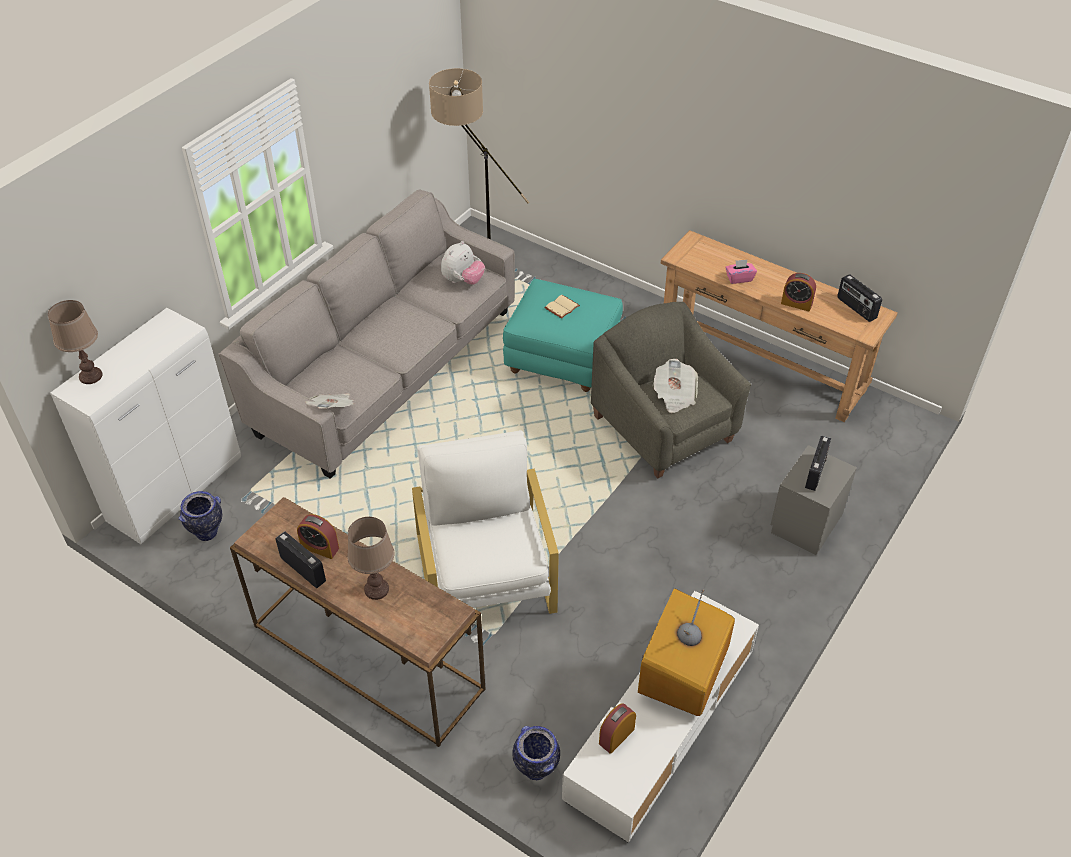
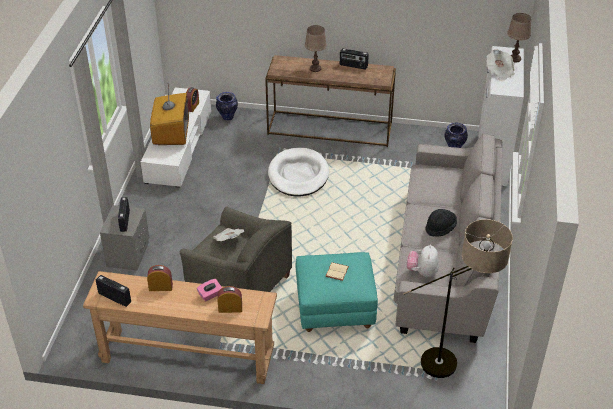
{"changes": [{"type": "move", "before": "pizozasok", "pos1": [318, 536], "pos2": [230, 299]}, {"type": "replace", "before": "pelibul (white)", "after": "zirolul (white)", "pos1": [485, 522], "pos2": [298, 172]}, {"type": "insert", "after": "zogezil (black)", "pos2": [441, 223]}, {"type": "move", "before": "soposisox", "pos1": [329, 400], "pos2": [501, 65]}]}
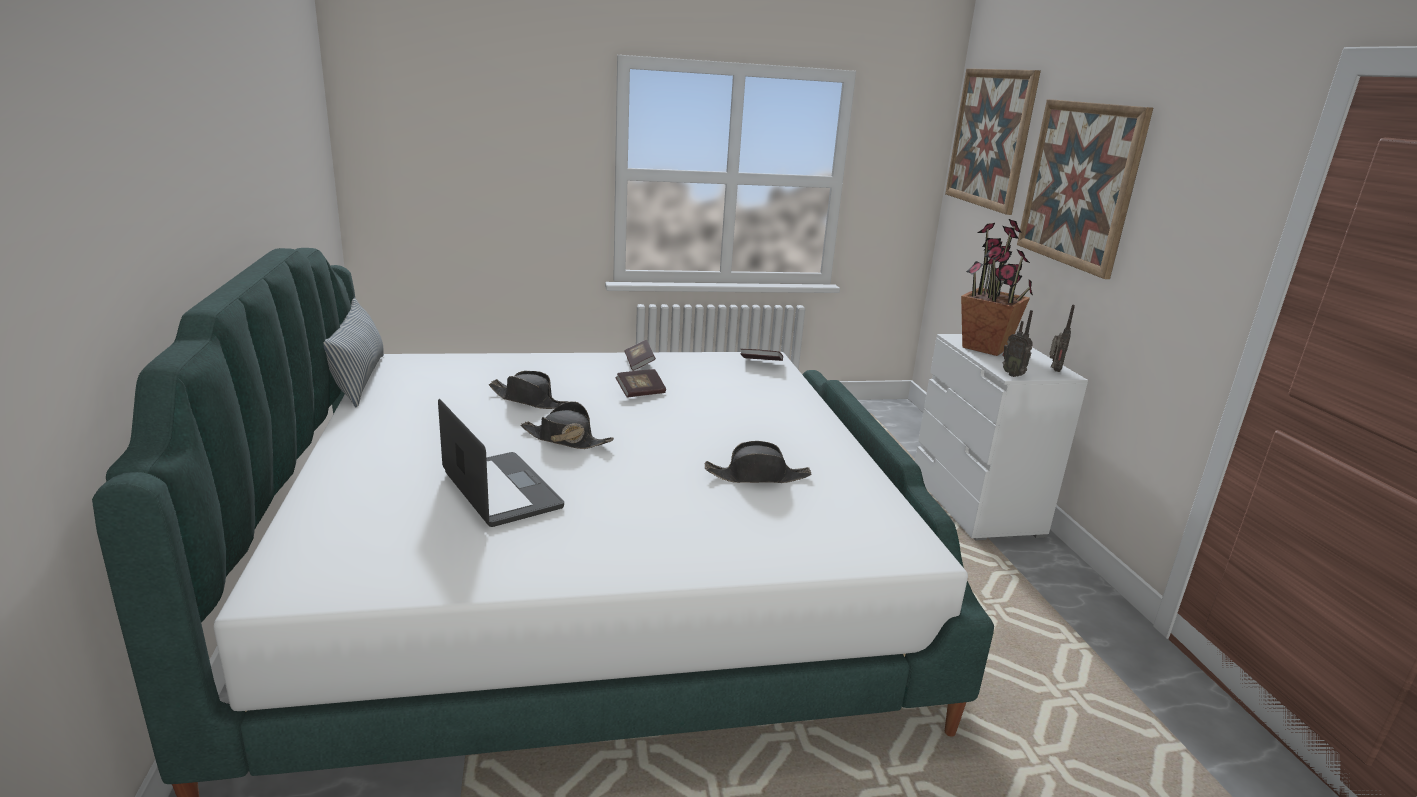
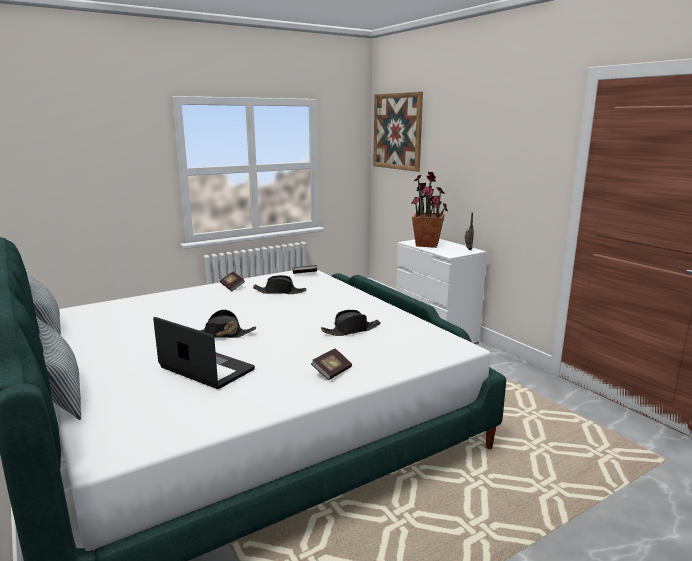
{"changes": [{"type": "insert", "after": "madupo", "pos2": [58, 368]}, {"type": "move", "before": "zogezil (black)", "pos1": [528, 390], "pos2": [279, 284]}, {"type": "move", "before": "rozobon", "pos1": [640, 383], "pos2": [331, 364]}, {"type": "delete", "before": "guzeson", "pos1": [1017, 343]}, {"type": "delete", "before": "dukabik", "pos1": [1085, 189]}]}
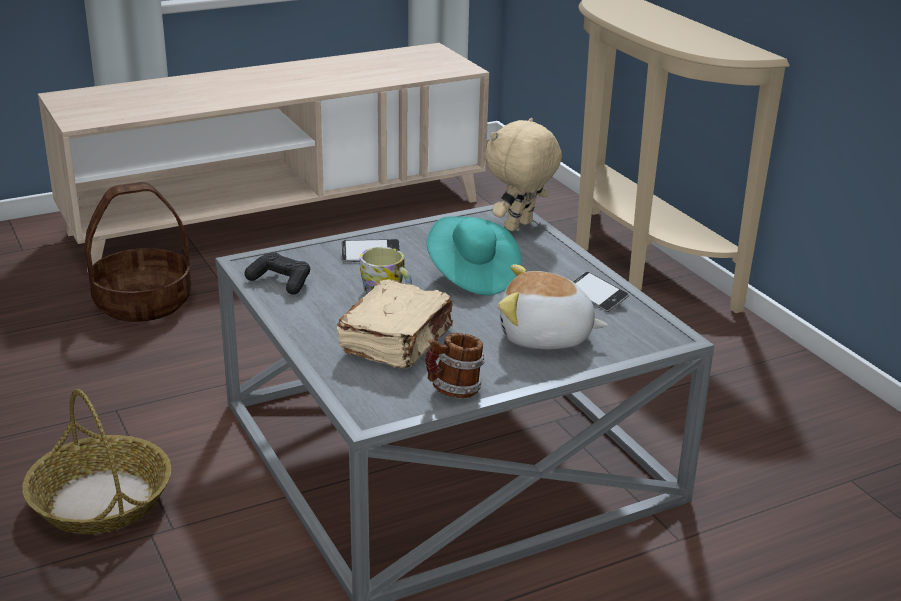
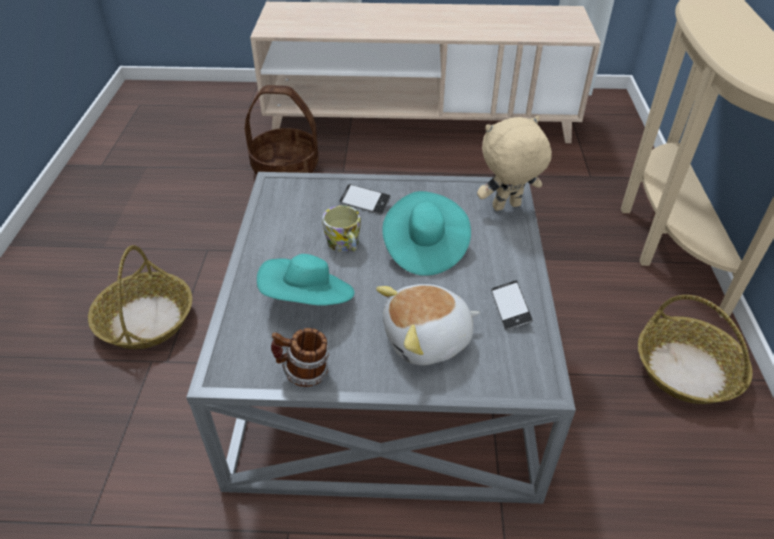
{"changes": [{"type": "replace", "before": "rozobon (beige)", "after": "zogezil (turquoise)", "pos1": [395, 323], "pos2": [305, 280]}, {"type": "rotate", "before": "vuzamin", "pos1": [553, 307], "pos2": [428, 325], "turn": -60}, {"type": "insert", "after": "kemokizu", "pos2": [695, 349]}, {"type": "delete", "before": "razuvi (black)", "pos1": [277, 273]}]}
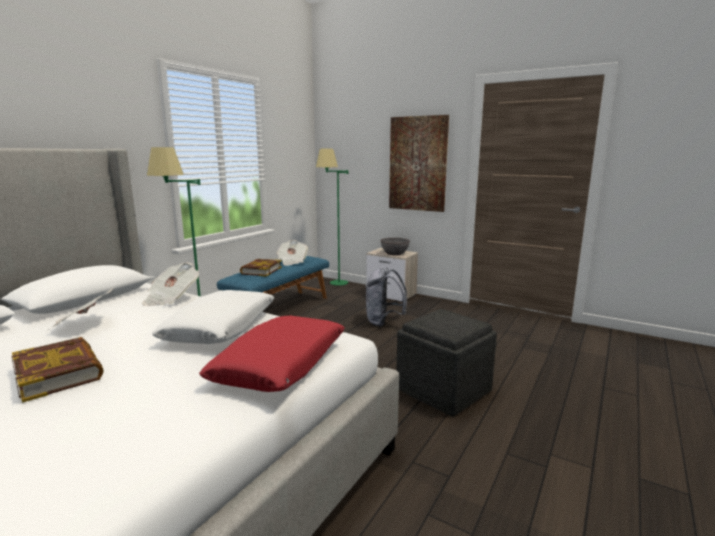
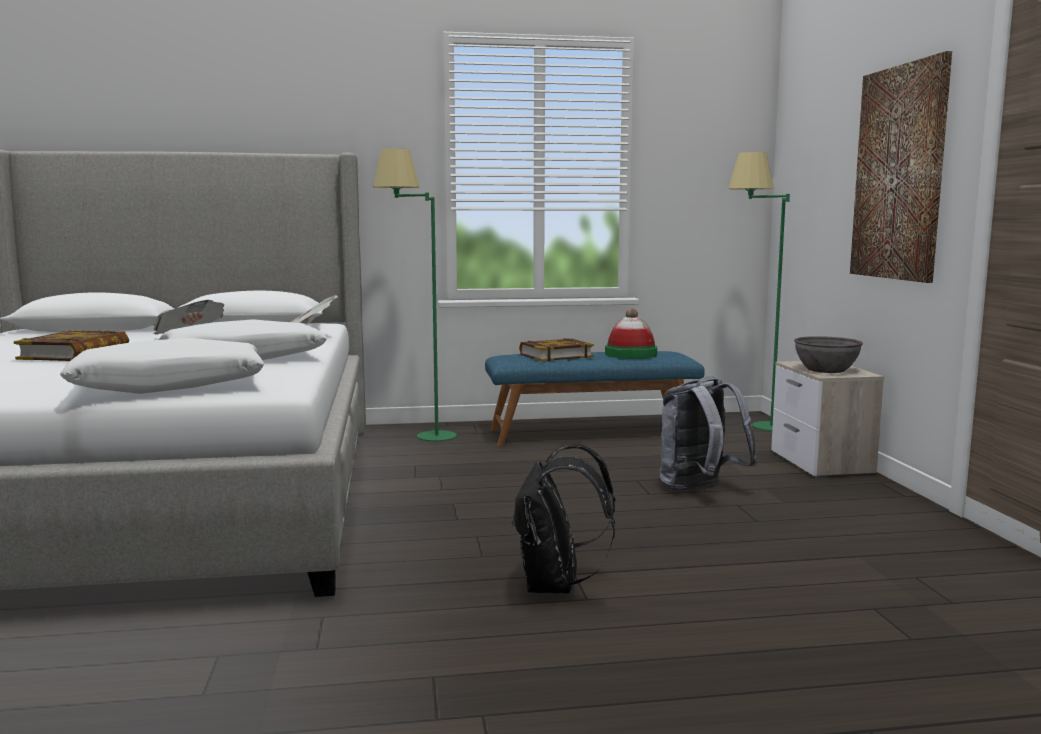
{"changes": [{"type": "recolor", "before": "madupo (red)", "after": "madupo (white)", "pos1": [272, 354], "pos2": [162, 366]}, {"type": "replace", "before": "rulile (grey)", "after": "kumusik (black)", "pos1": [447, 362], "pos2": [563, 519]}, {"type": "replace", "before": "soposisox", "after": "zogezil", "pos1": [292, 253], "pos2": [631, 333]}]}
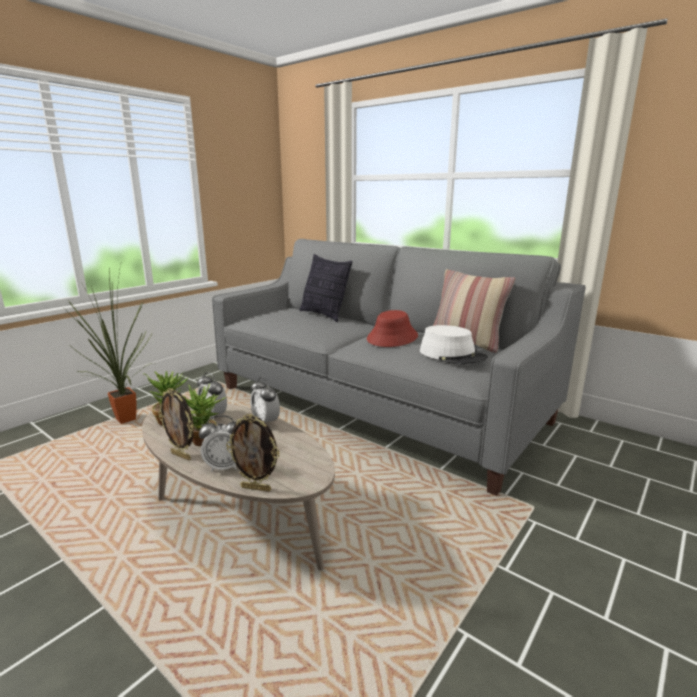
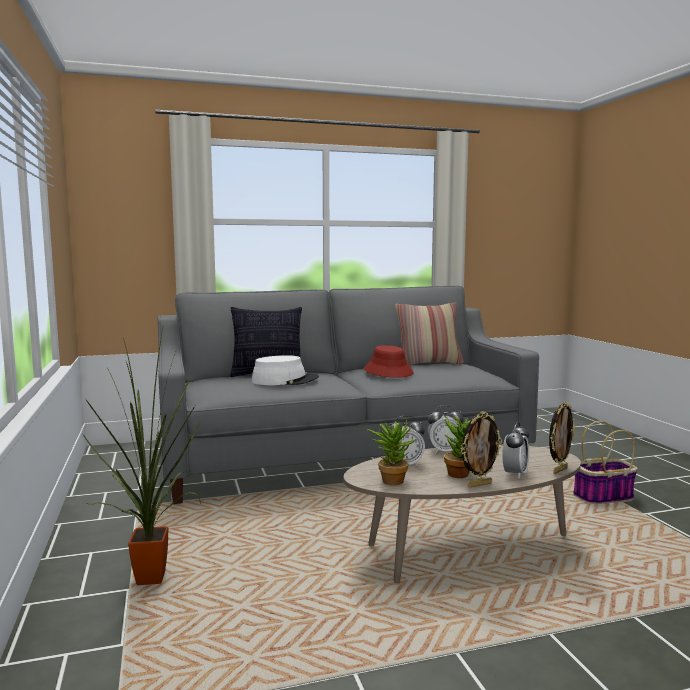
{"changes": [{"type": "move", "before": "zogezil (white)", "pos1": [454, 344], "pos2": [285, 370]}, {"type": "insert", "after": "kemokizu", "pos2": [605, 462]}]}
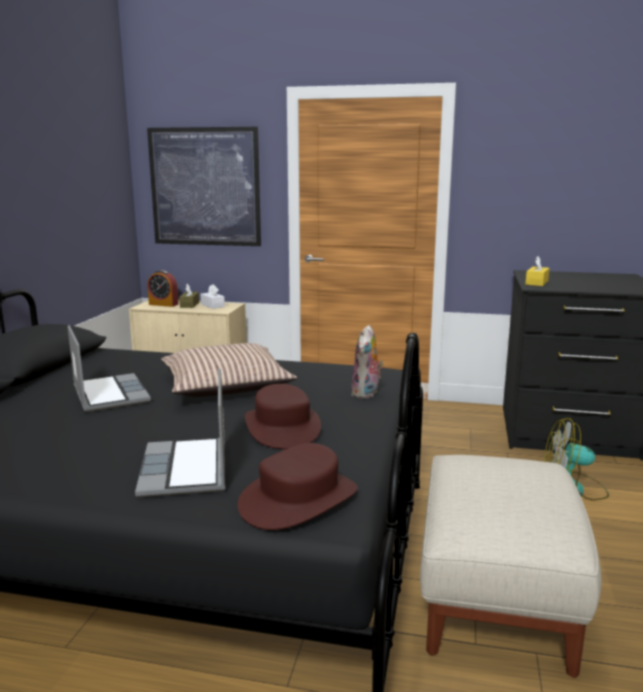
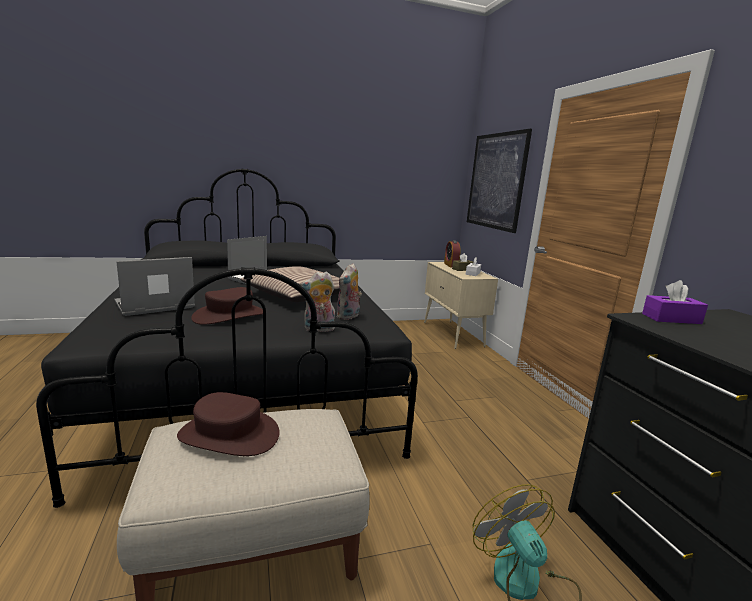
{"changes": [{"type": "move", "before": "zogezil (brown)", "pos1": [298, 486], "pos2": [228, 424]}, {"type": "insert", "after": "vuzamin", "pos2": [349, 291]}, {"type": "recolor", "before": "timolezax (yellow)", "after": "timolezax (purple)", "pos1": [537, 271], "pos2": [675, 302]}]}
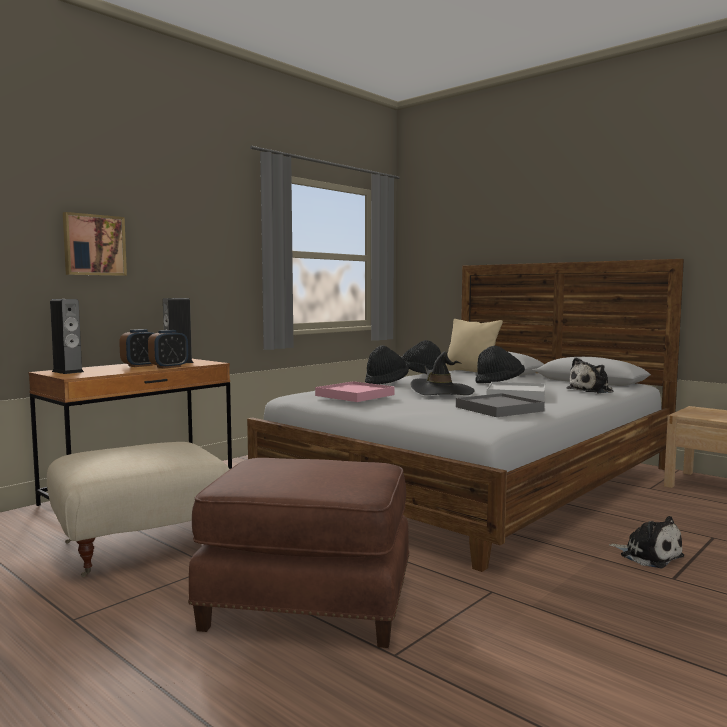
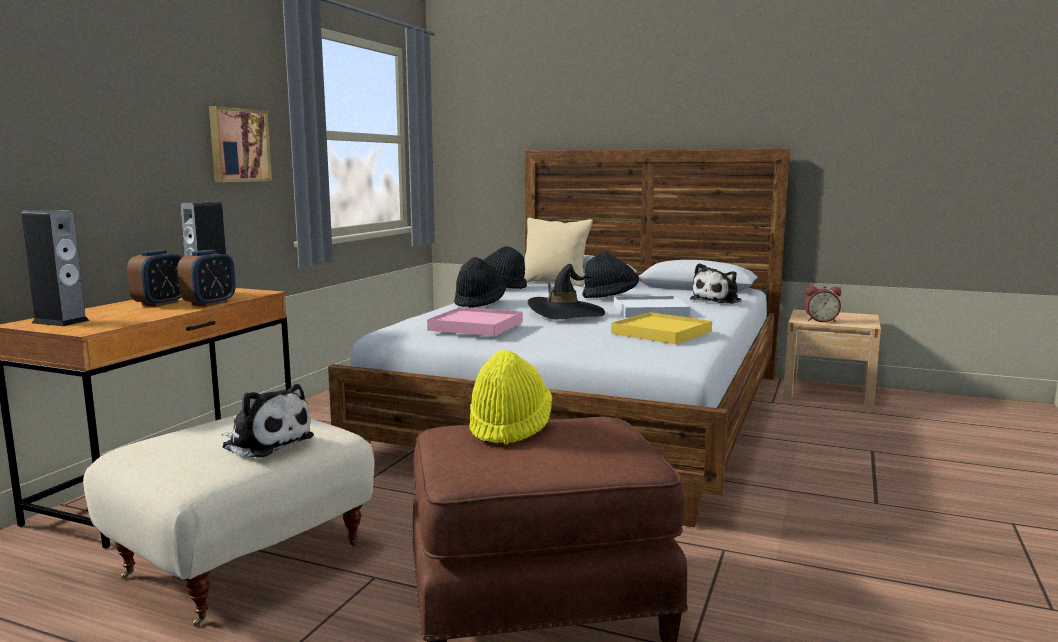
{"changes": [{"type": "move", "before": "dukabik", "pos1": [95, 244], "pos2": [240, 144]}, {"type": "move", "before": "vuzamin", "pos1": [646, 542], "pos2": [267, 420]}, {"type": "insert", "after": "zogezil (yellow)", "pos2": [511, 397]}, {"type": "recolor", "before": "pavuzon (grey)", "after": "pavuzon (yellow)", "pos1": [500, 405], "pos2": [661, 328]}, {"type": "insert", "after": "pizozasok", "pos2": [823, 304]}]}
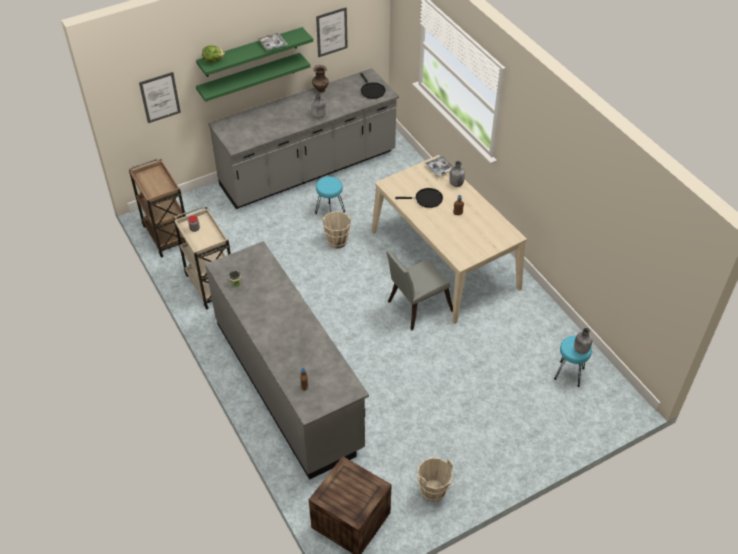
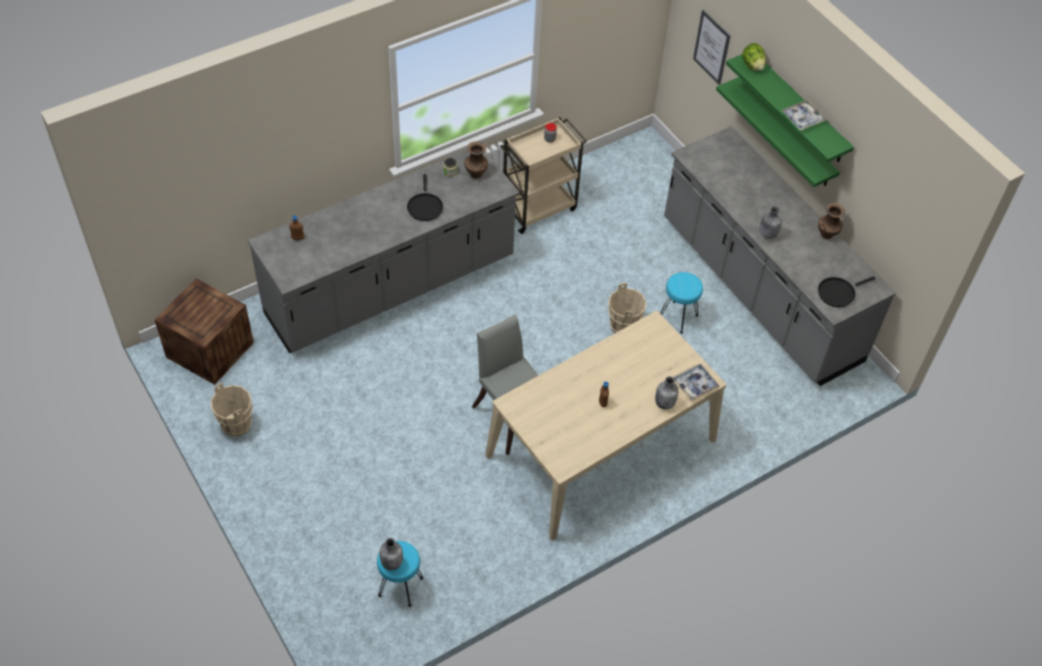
{"changes": [{"type": "move", "before": "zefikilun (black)", "pos1": [419, 198], "pos2": [425, 197]}, {"type": "insert", "after": "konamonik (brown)", "pos2": [476, 159]}, {"type": "delete", "before": "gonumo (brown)", "pos1": [157, 208]}, {"type": "delete", "before": "dukabik", "pos1": [332, 32]}]}
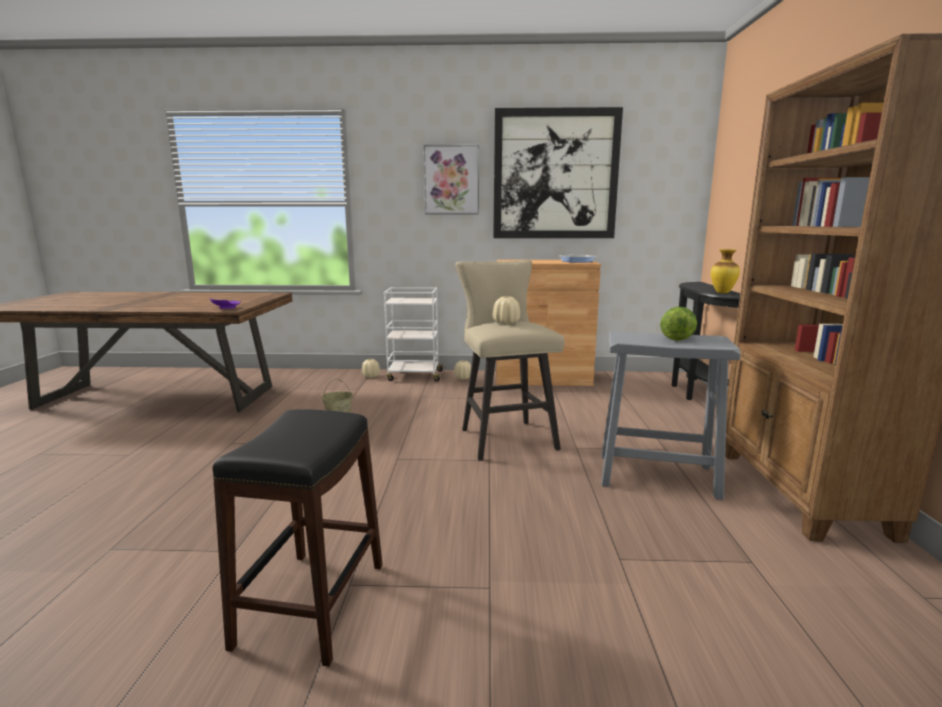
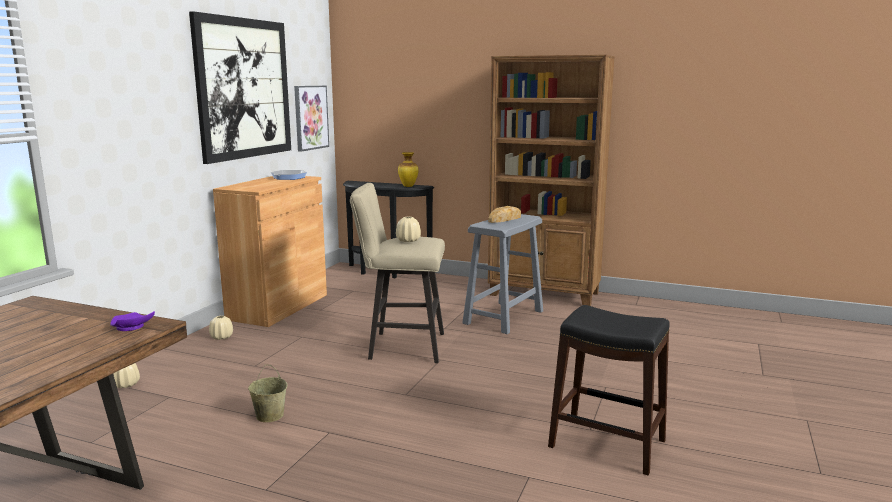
{"changes": [{"type": "move", "before": "dukabik", "pos1": [451, 179], "pos2": [311, 119]}, {"type": "replace", "before": "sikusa", "after": "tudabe", "pos1": [678, 324], "pos2": [504, 214]}, {"type": "delete", "before": "gonumo (white)", "pos1": [414, 334]}]}
